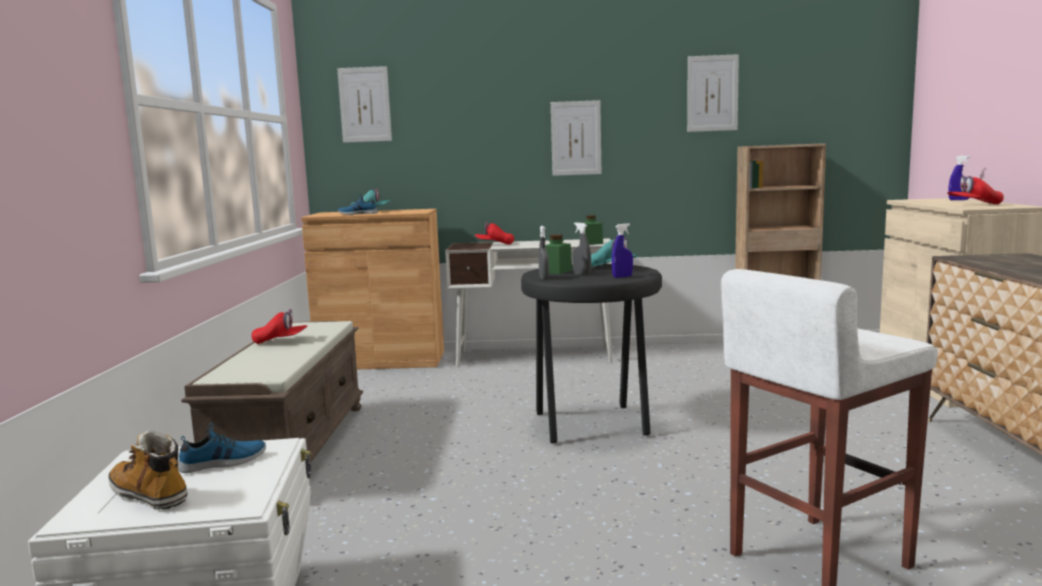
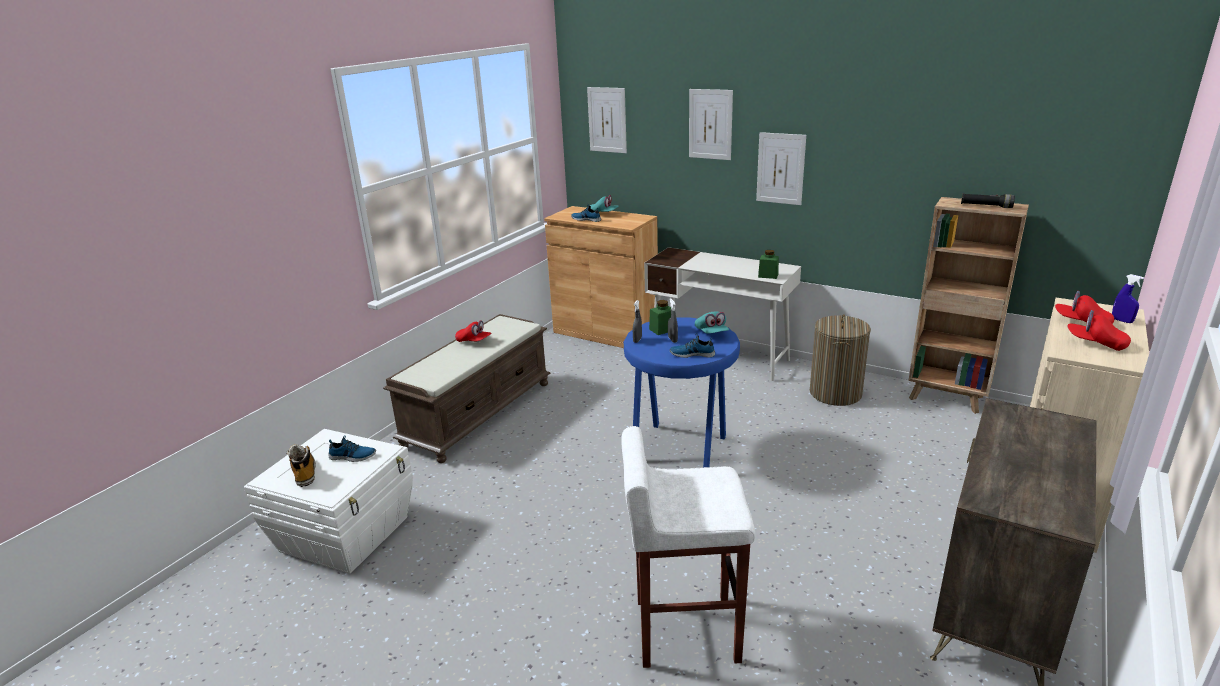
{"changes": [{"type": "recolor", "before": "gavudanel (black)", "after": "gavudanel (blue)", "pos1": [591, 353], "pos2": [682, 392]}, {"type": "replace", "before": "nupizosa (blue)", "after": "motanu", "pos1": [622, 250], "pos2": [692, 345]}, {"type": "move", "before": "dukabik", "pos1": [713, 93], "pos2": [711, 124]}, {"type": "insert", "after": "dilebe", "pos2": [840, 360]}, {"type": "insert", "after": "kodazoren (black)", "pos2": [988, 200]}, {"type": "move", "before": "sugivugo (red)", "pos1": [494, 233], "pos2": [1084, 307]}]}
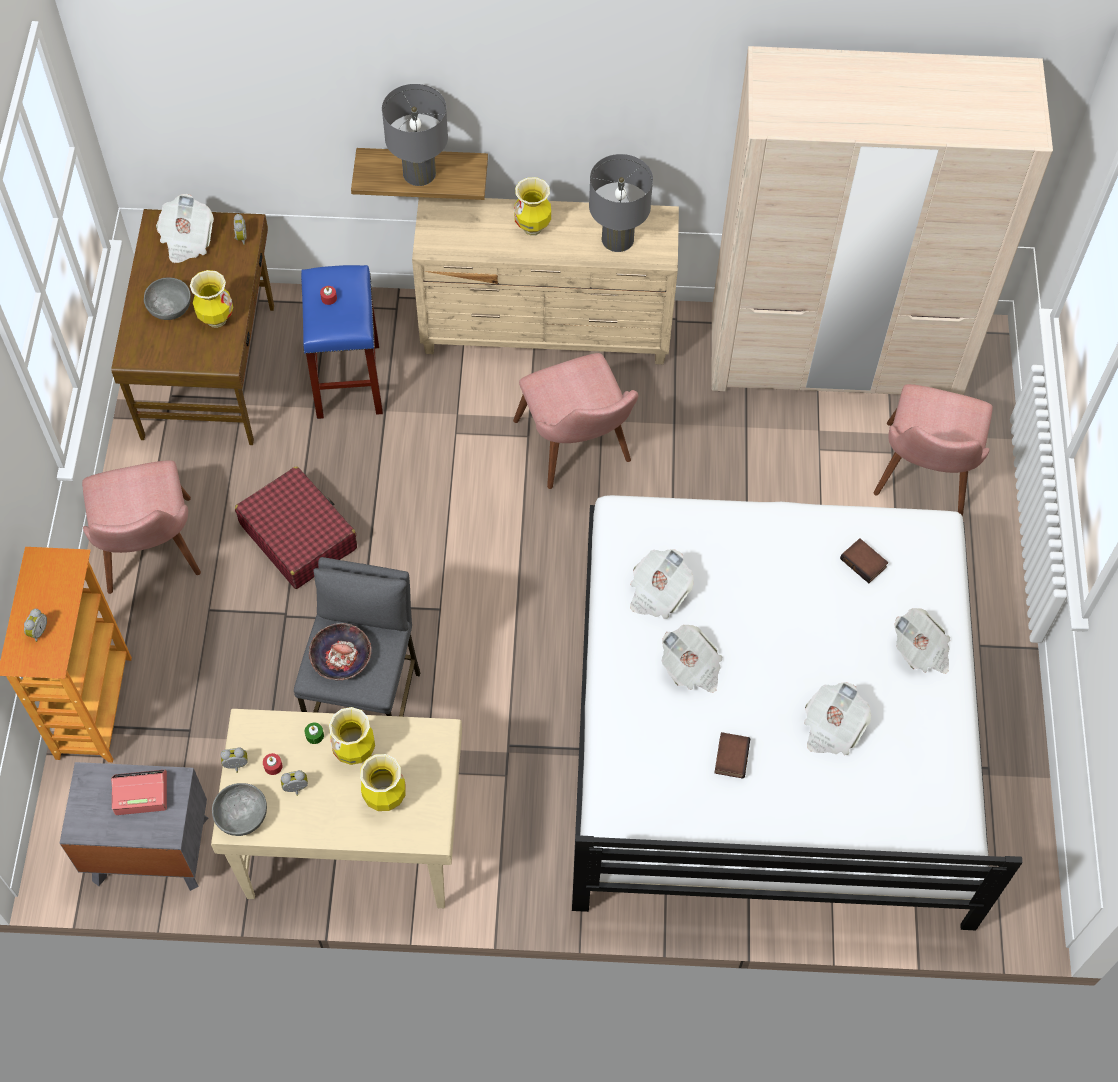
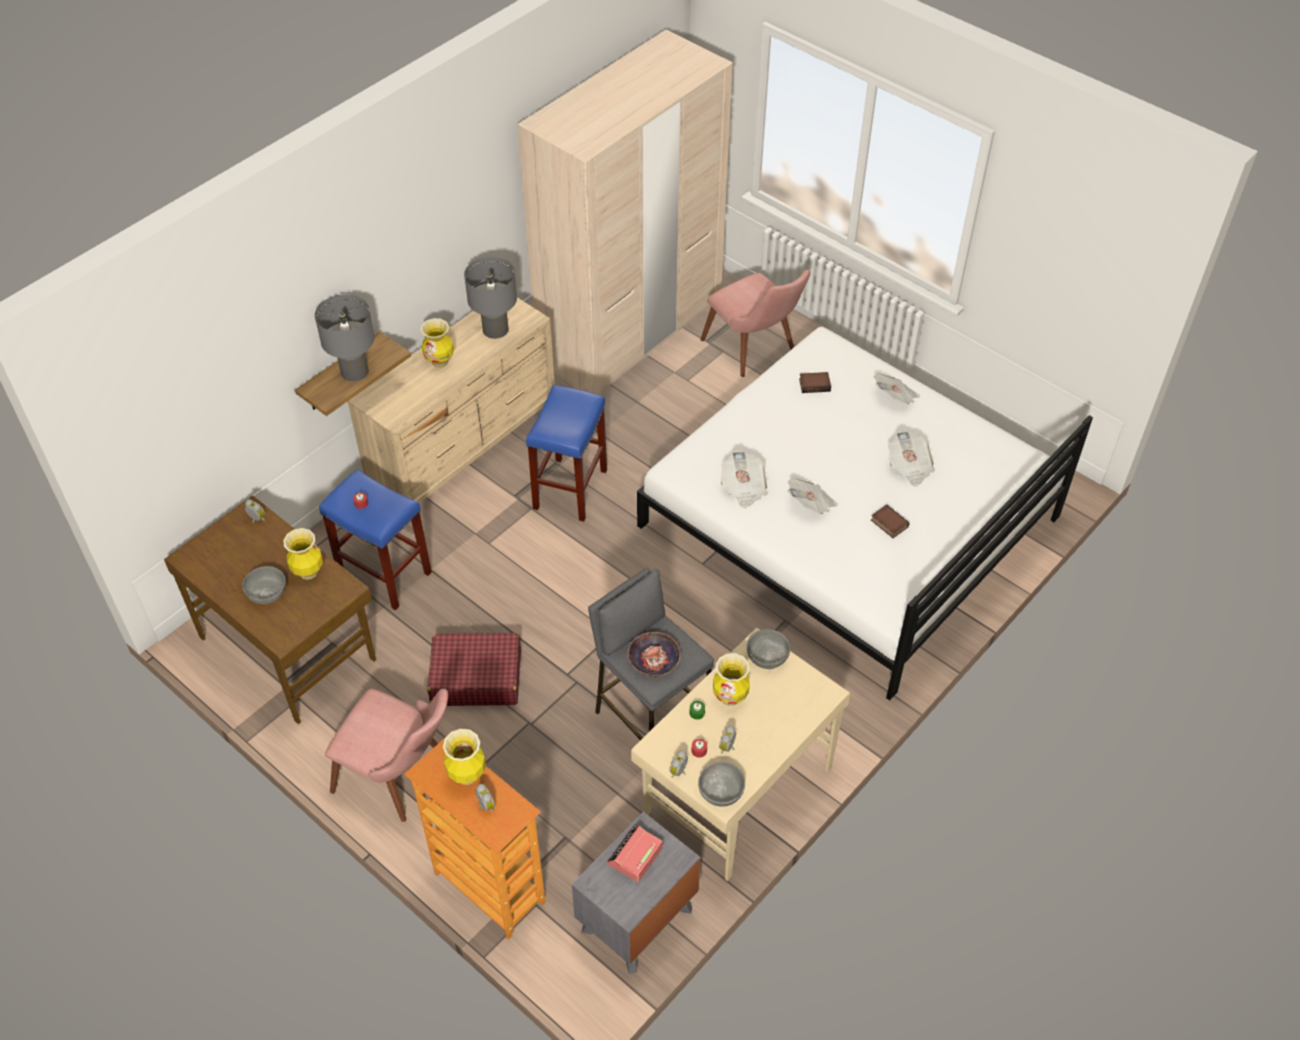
{"changes": [{"type": "move", "before": "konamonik", "pos1": [383, 782], "pos2": [464, 757]}, {"type": "replace", "before": "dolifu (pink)", "after": "gavudanel (blue)", "pos1": [575, 421], "pos2": [566, 453]}, {"type": "insert", "after": "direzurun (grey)", "pos2": [768, 649]}, {"type": "delete", "before": "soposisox", "pos1": [185, 228]}]}
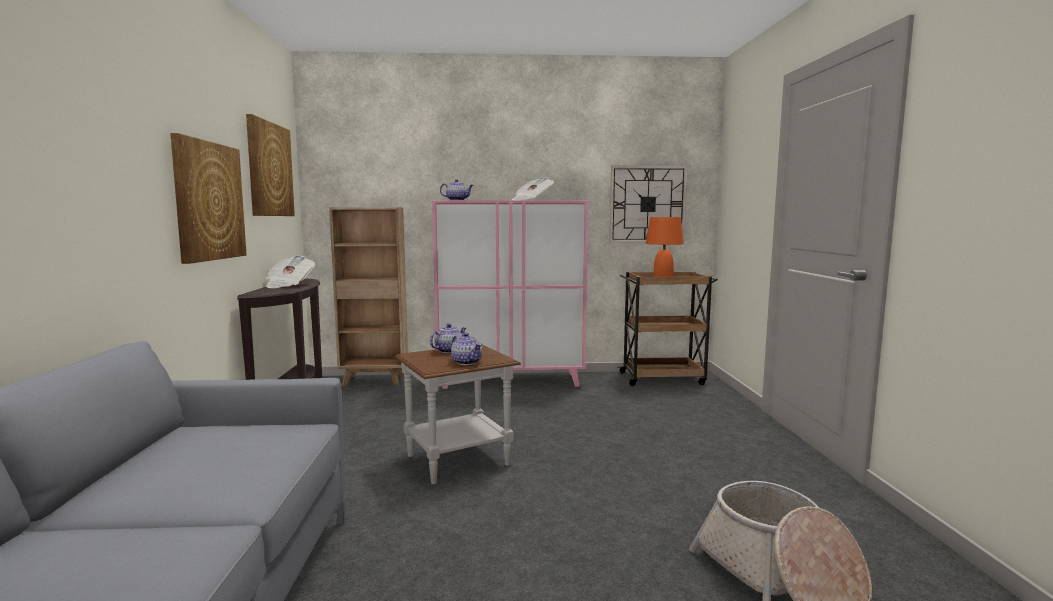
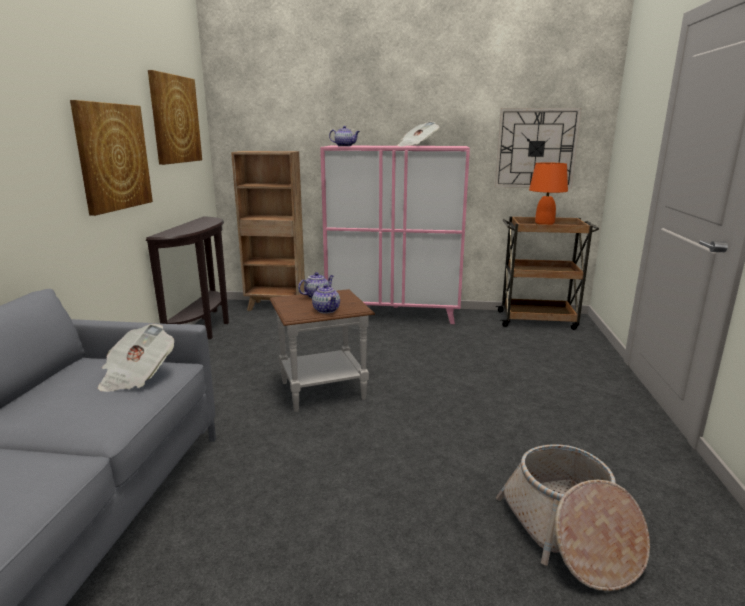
{"changes": [{"type": "move", "before": "soposisox", "pos1": [290, 272], "pos2": [136, 358]}]}
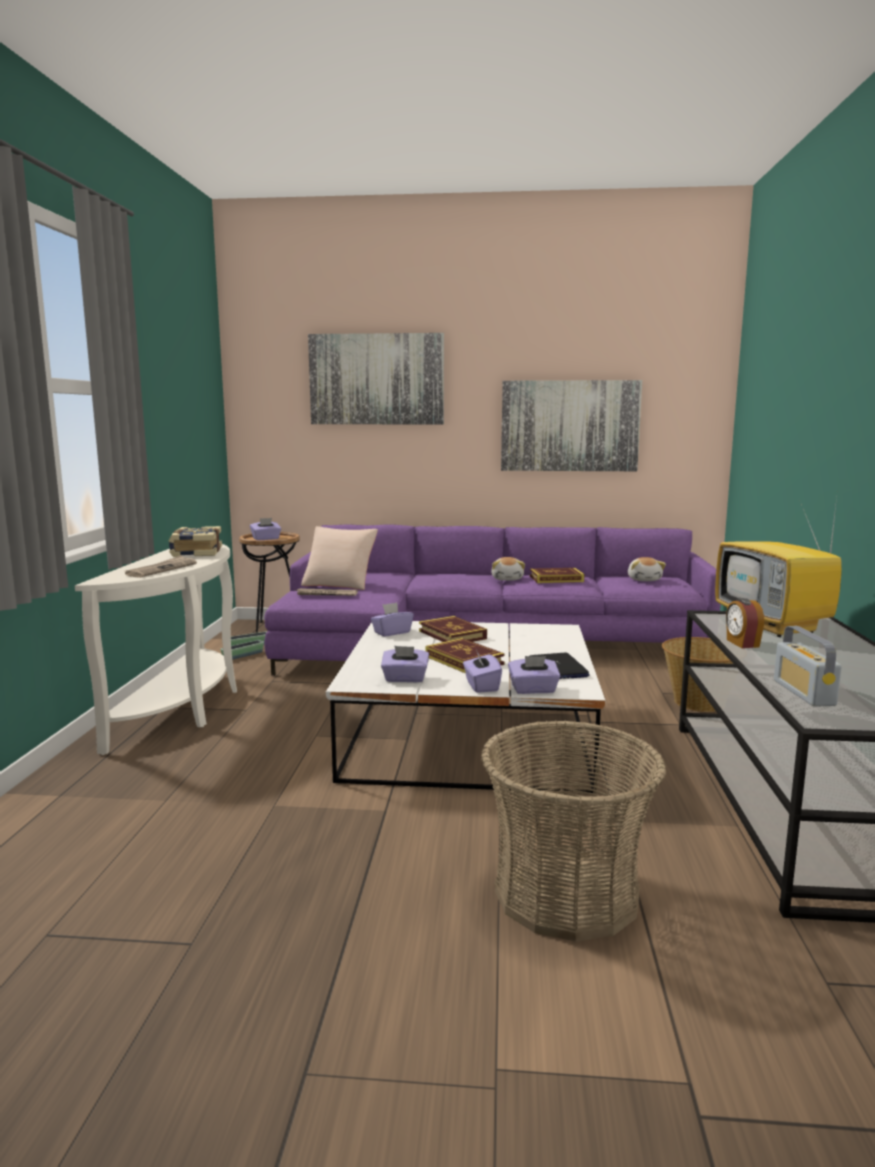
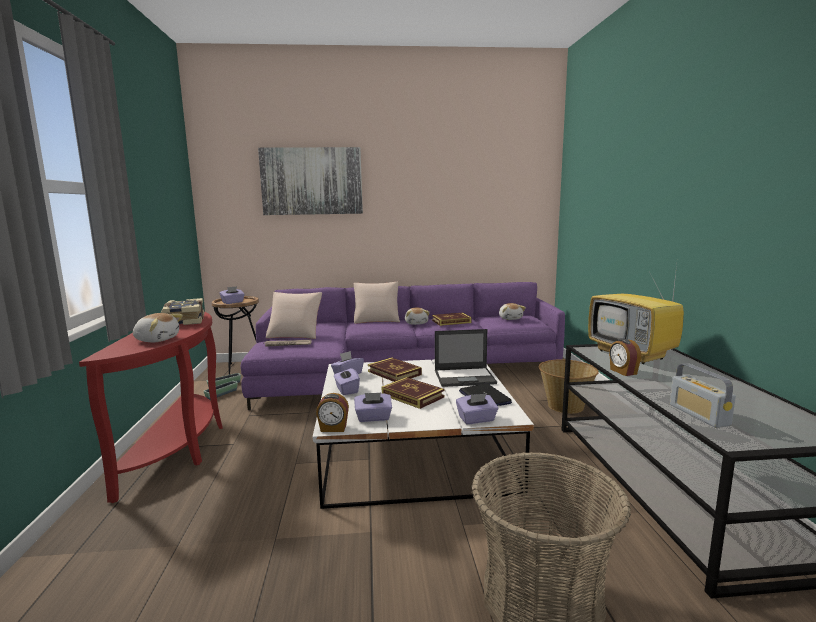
{"changes": [{"type": "recolor", "before": "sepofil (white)", "after": "sepofil (red)", "pos1": [156, 649], "pos2": [151, 407]}, {"type": "replace", "before": "soposisox", "after": "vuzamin", "pos1": [161, 566], "pos2": [158, 327]}, {"type": "insert", "after": "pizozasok", "pos2": [332, 412]}, {"type": "move", "before": "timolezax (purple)", "pos1": [482, 671], "pos2": [347, 381]}, {"type": "insert", "after": "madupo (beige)", "pos2": [377, 303]}, {"type": "insert", "after": "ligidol", "pos2": [466, 358]}, {"type": "delete", "before": "dukabik", "pos1": [571, 425]}]}
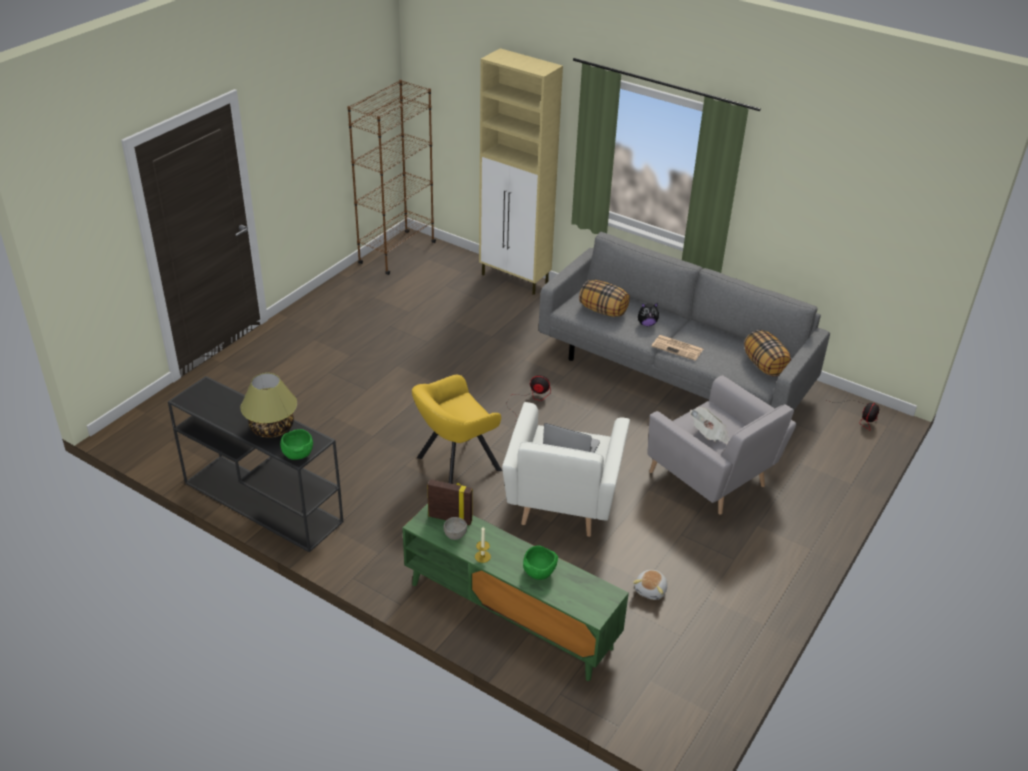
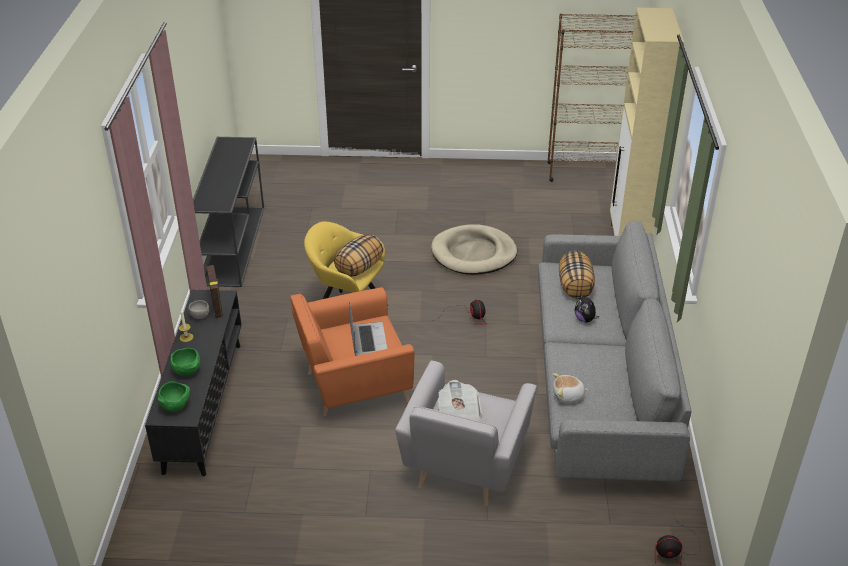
{"changes": [{"type": "recolor", "before": "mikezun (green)", "after": "mikezun (black)", "pos1": [515, 592], "pos2": [193, 382]}, {"type": "move", "before": "direzurun (green)", "pos1": [296, 444], "pos2": [174, 396]}, {"type": "recolor", "before": "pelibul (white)", "after": "pelibul (orange)", "pos1": [566, 469], "pos2": [352, 351]}, {"type": "move", "before": "madupo", "pos1": [767, 353], "pos2": [359, 255]}, {"type": "insert", "after": "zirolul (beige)", "pos2": [474, 249]}, {"type": "move", "before": "vuzamin", "pos1": [650, 585], "pos2": [570, 388]}, {"type": "delete", "before": "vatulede", "pos1": [268, 405]}, {"type": "delete", "before": "soposisox", "pos1": [677, 348]}]}
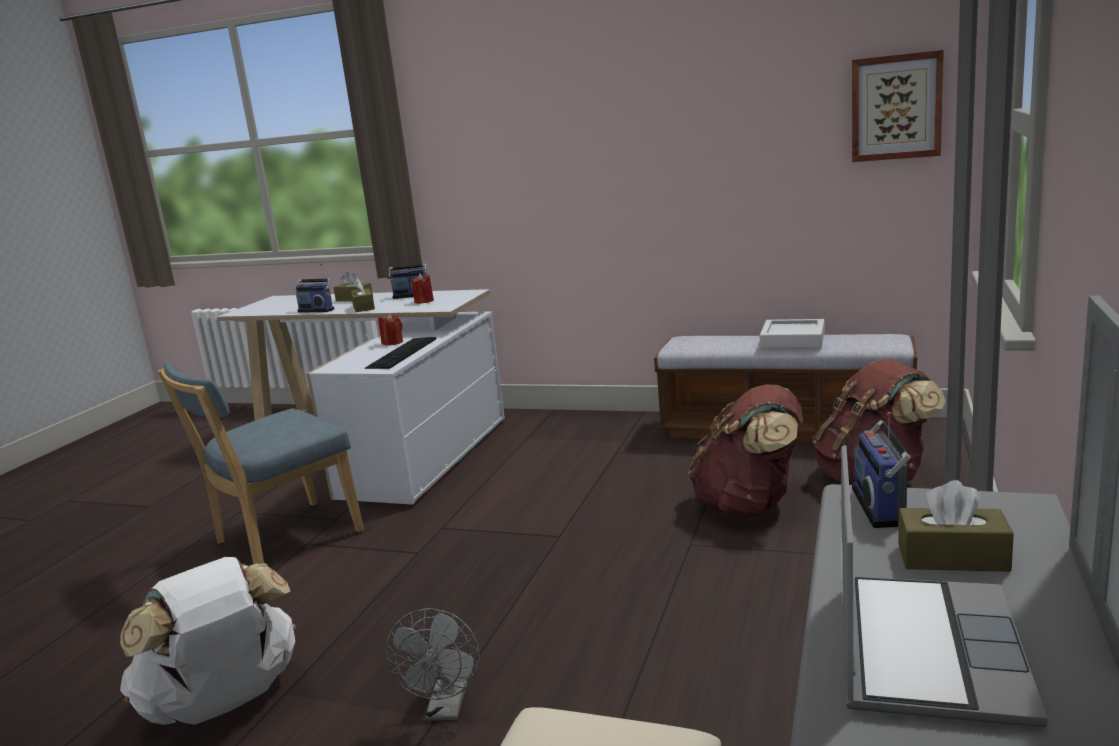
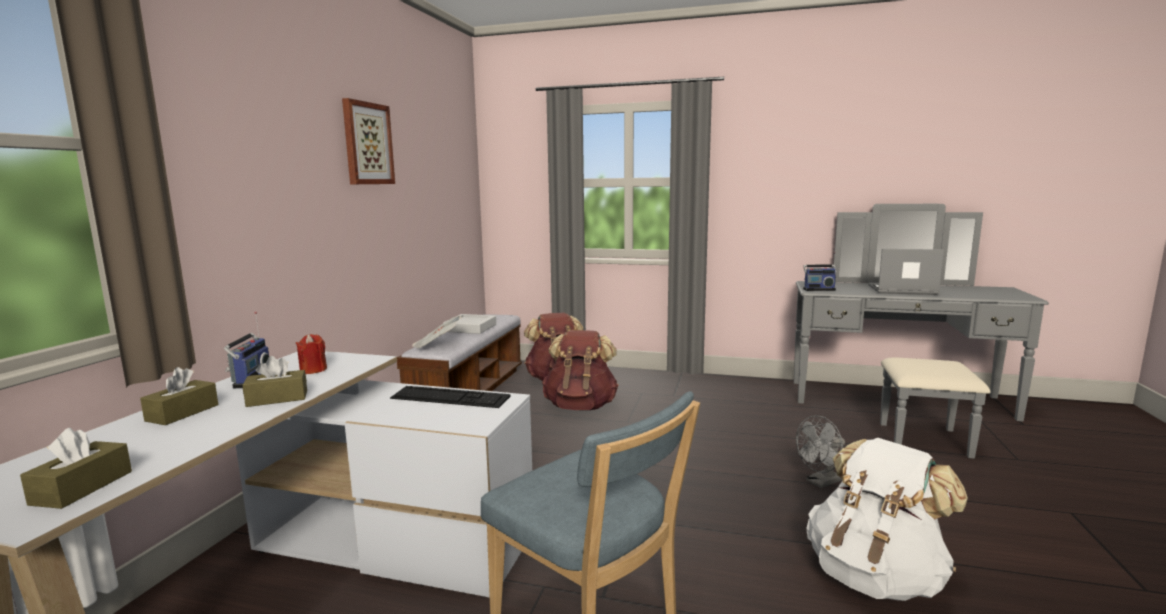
{"changes": [{"type": "move", "before": "timolezax (brown)", "pos1": [956, 526], "pos2": [76, 468]}, {"type": "move", "before": "dukabik", "pos1": [898, 106], "pos2": [368, 141]}, {"type": "insert", "after": "soposisox", "pos2": [437, 332]}, {"type": "rotate", "before": "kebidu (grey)", "pos1": [433, 664], "pos2": [820, 451], "turn": 150}, {"type": "delete", "before": "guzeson", "pos1": [315, 287]}, {"type": "delete", "before": "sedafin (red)", "pos1": [390, 329]}]}
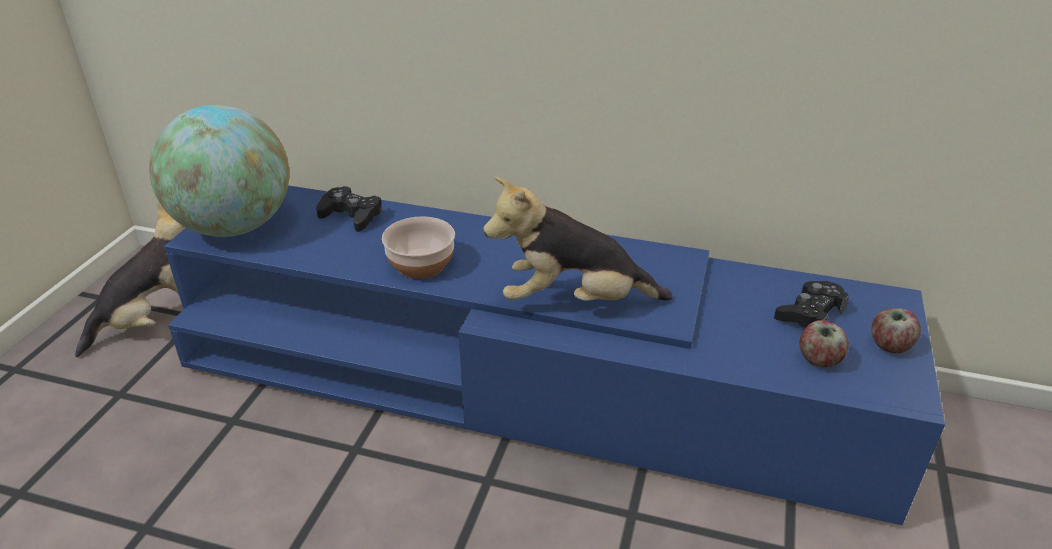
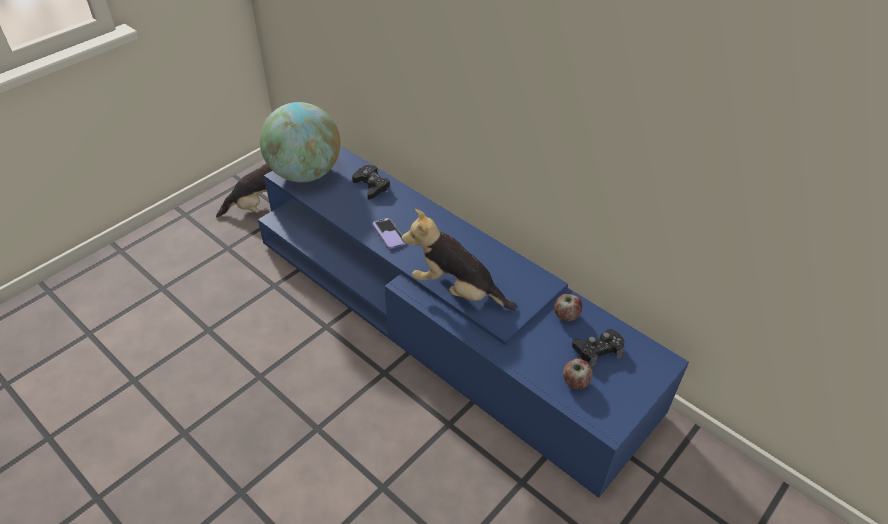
{"changes": [{"type": "replace", "before": "direzurun", "after": "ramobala", "pos1": [418, 248], "pos2": [389, 233]}, {"type": "move", "before": "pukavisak", "pos1": [896, 330], "pos2": [568, 307]}]}
